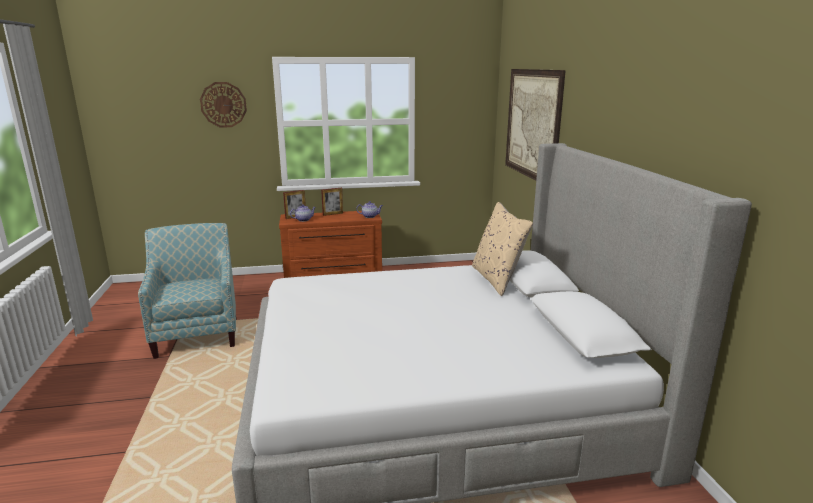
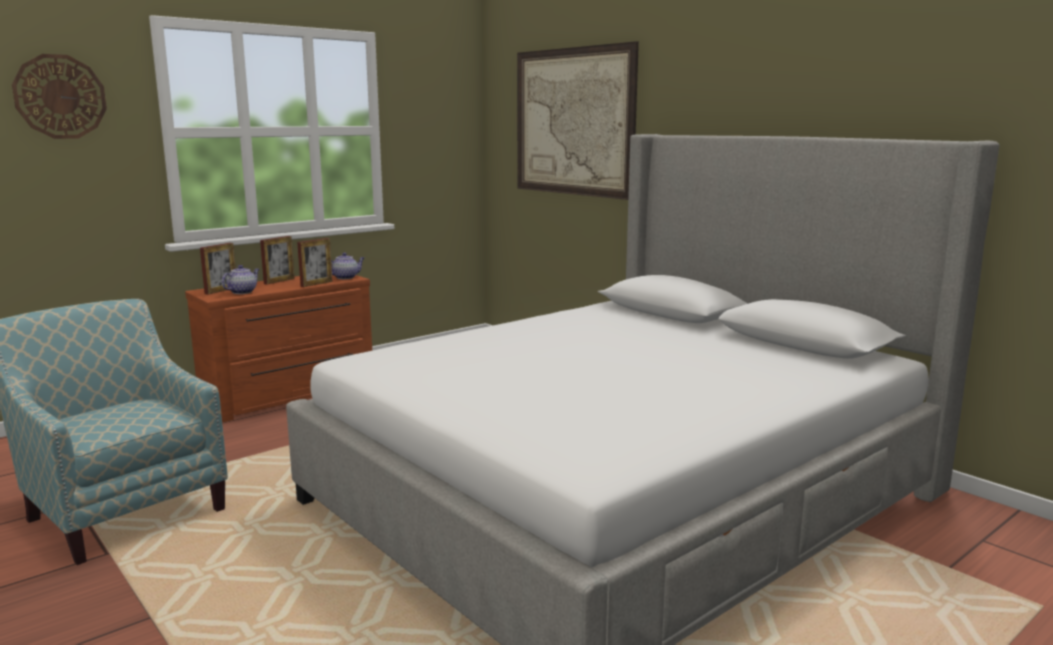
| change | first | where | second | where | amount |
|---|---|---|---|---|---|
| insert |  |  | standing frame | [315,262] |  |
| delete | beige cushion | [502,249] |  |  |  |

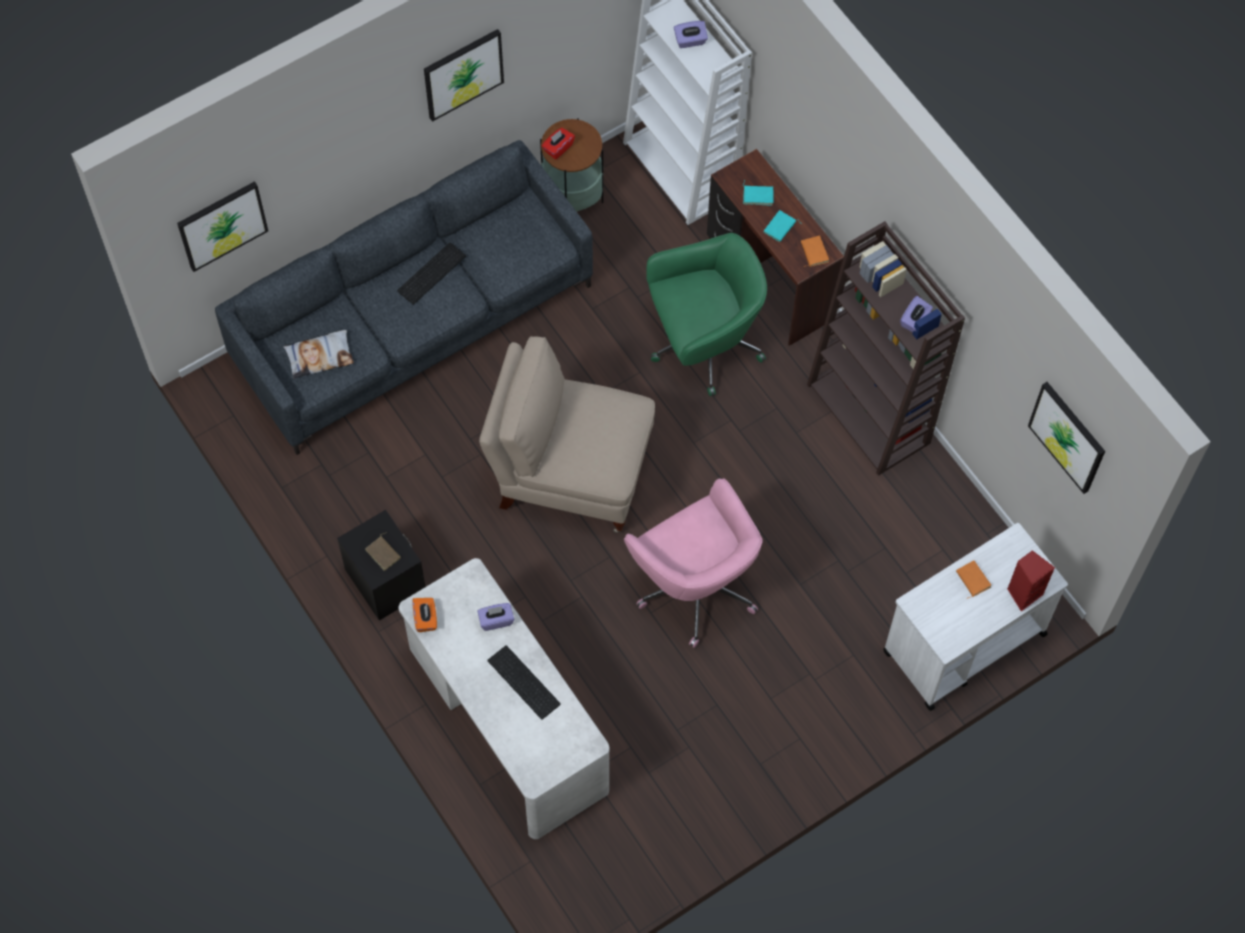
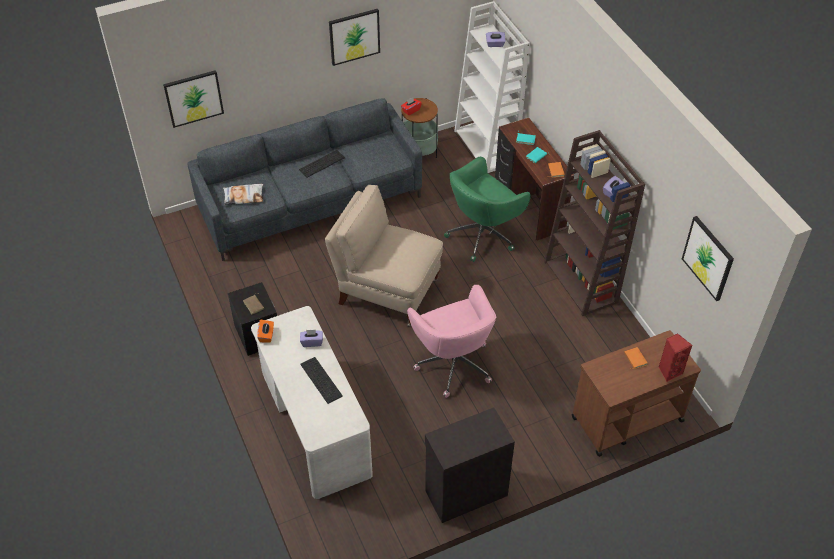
| change | first | where | second | where | amount |
|---|---|---|---|---|---|
| insert |  |  | black-coloured storage cabinet | [470,465] |  |
| rotate | green-coloured office chair | [706,314] |  | [487,209] | 150 degrees clockwise |
| recolor | whitish cart | [975,617] | brown-coloured cart | [636,393] |  |

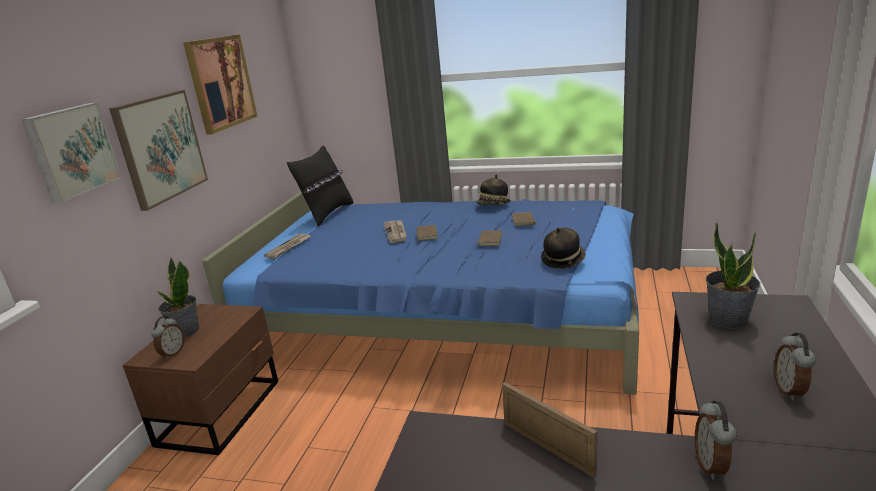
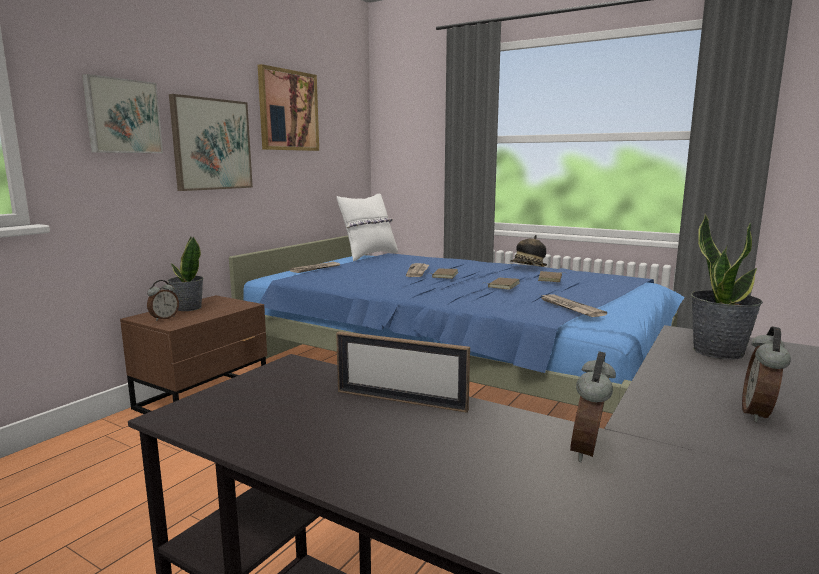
| change | first | where | second | where | amount |
|---|---|---|---|---|---|
| rotate | standing frame | [549,430] |  | [403,372] | 135 degrees clockwise |
| recolor | black-coloured cushion | [320,186] | whitish cushion | [367,227] |  |
| replace | wearable hat | [563,248] | printed paper | [574,305] |  |

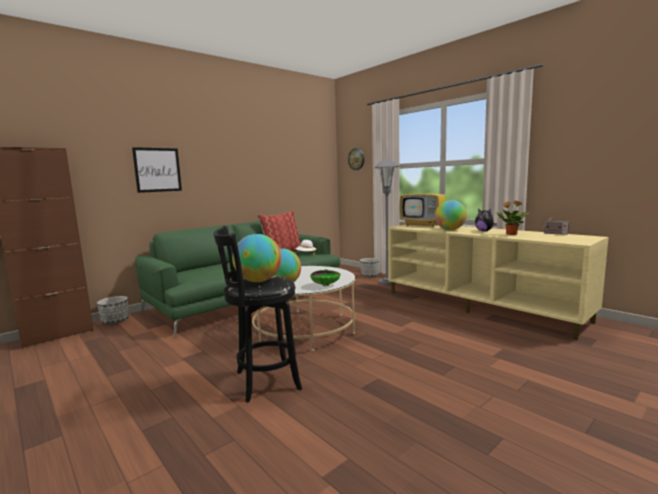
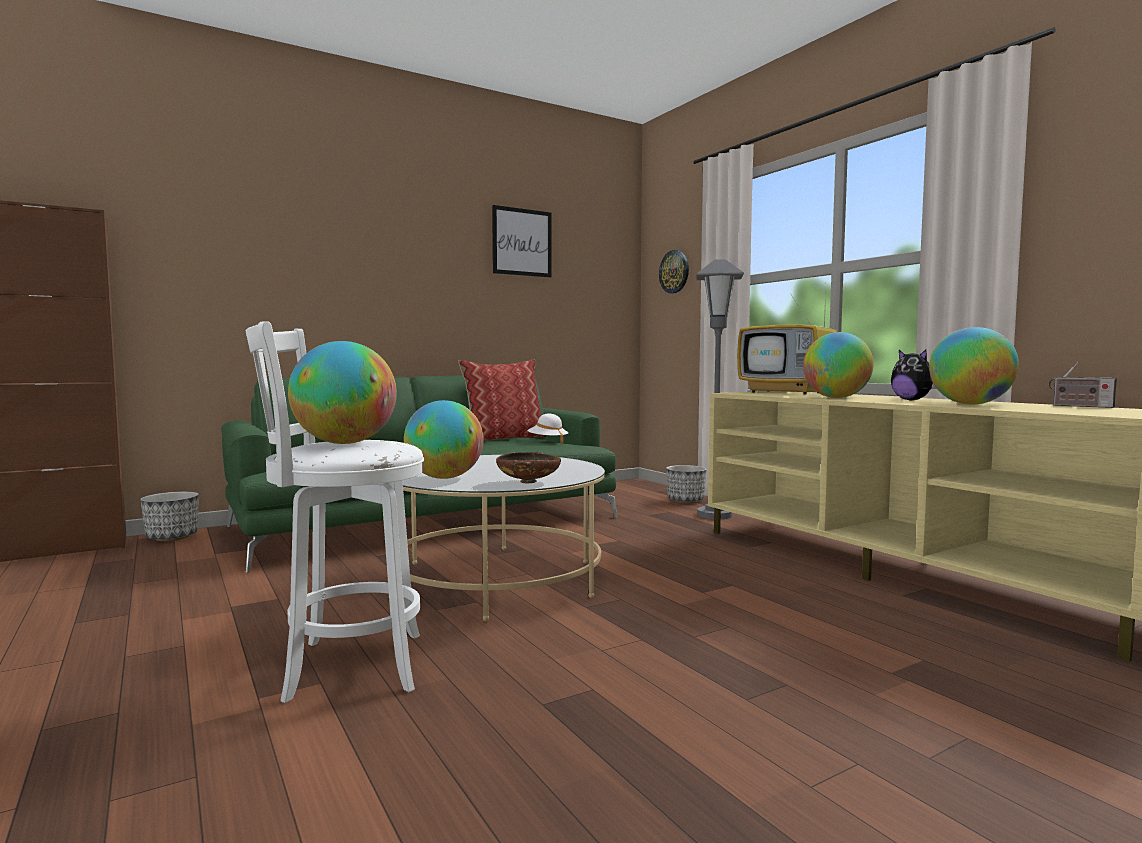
| change | first | where | second | where | amount |
|---|---|---|---|---|---|
| recolor | black-coloured sitting stool | [257,314] | whitish sitting stool | [335,512] |  |
| move | picture | [157,170] |  | [522,241] |  |
| recolor | green-coloured bowl | [325,277] | brown-coloured bowl | [528,467] |  |
| replace | potted plant | [512,218] | world globe | [974,365] |  |

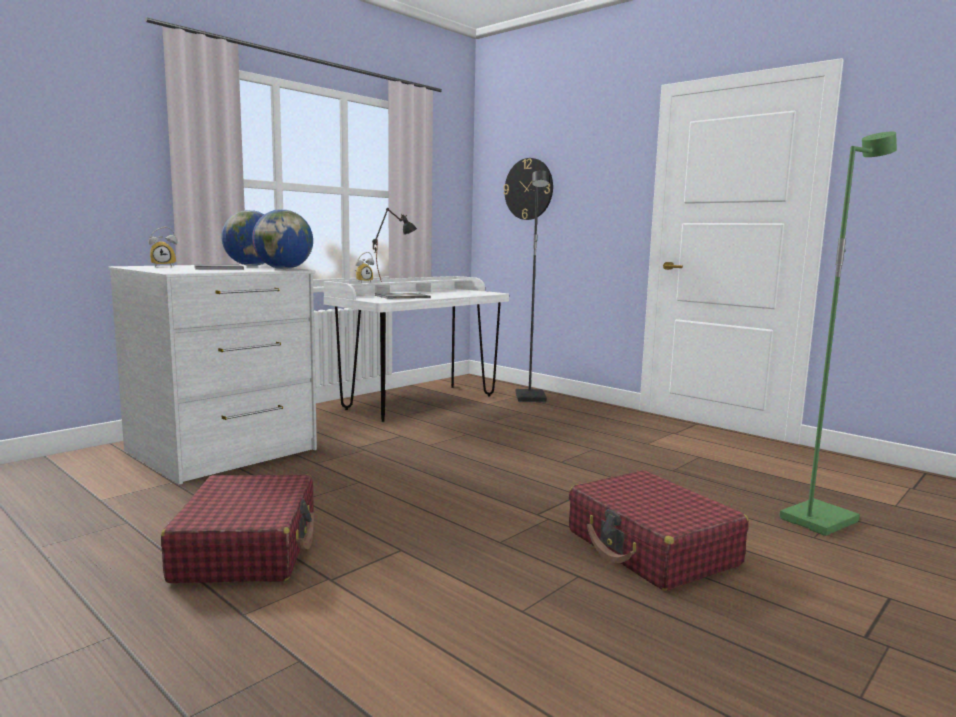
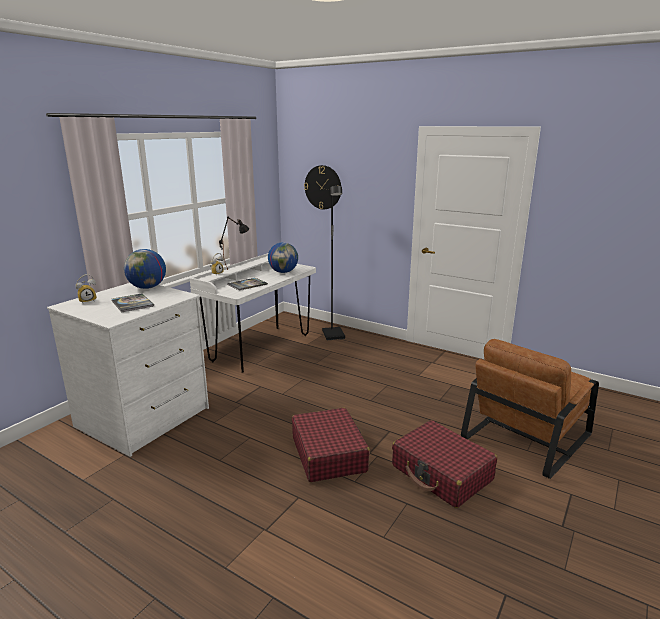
| change | first | where | second | where | amount |
|---|---|---|---|---|---|
| move | world globe | [282,239] |  | [283,257] |  |
| move | red-coloured suitcase | [237,528] |  | [331,445] |  |
| replace | green-coloured standing lamp | [838,334] | brown-coloured armchair | [530,409] |  |

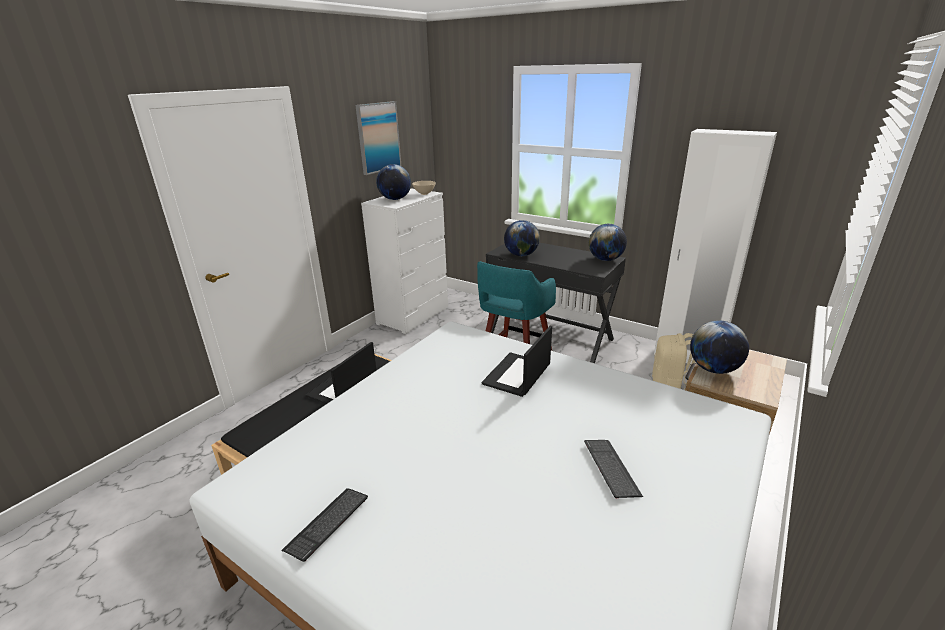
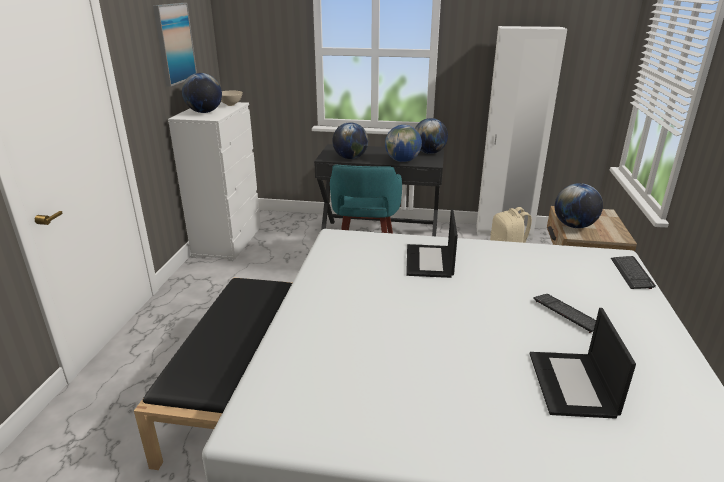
| change | first | where | second | where | amount |
|---|---|---|---|---|---|
| insert |  |  | world globe | [403,143] |  |
| move | laptop | [341,373] |  | [583,363] |  |
| move | keyboard | [324,525] |  | [633,272] |  |

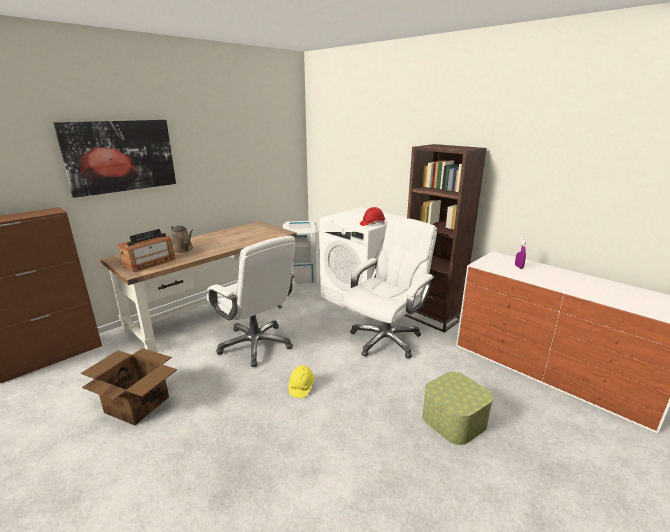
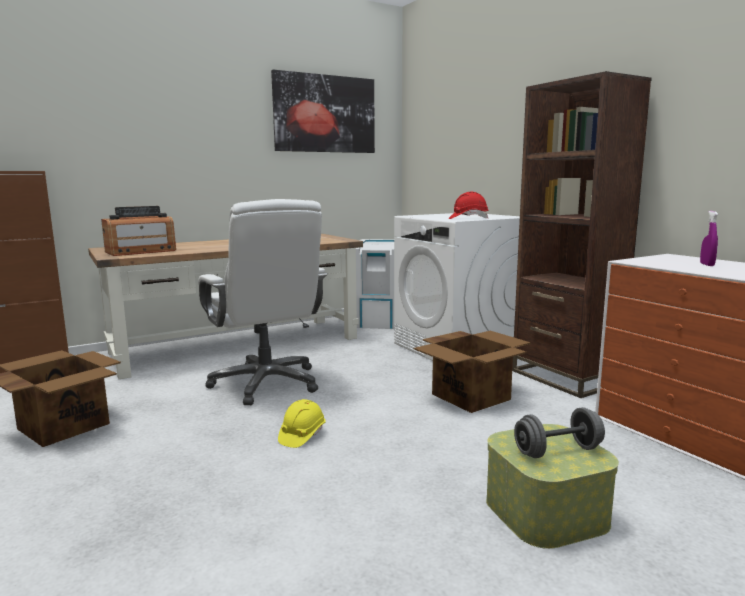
| change | first | where | second | where | amount |
|---|---|---|---|---|---|
| move | picture | [114,159] |  | [323,111] |  |
| replace | whitish office chair | [390,288] | packing box | [472,372] |  |
| insert |  |  | greyish dumbbell | [559,432] |  |
| delete | brown-coloured watering pot | [182,239] |  |  |  |

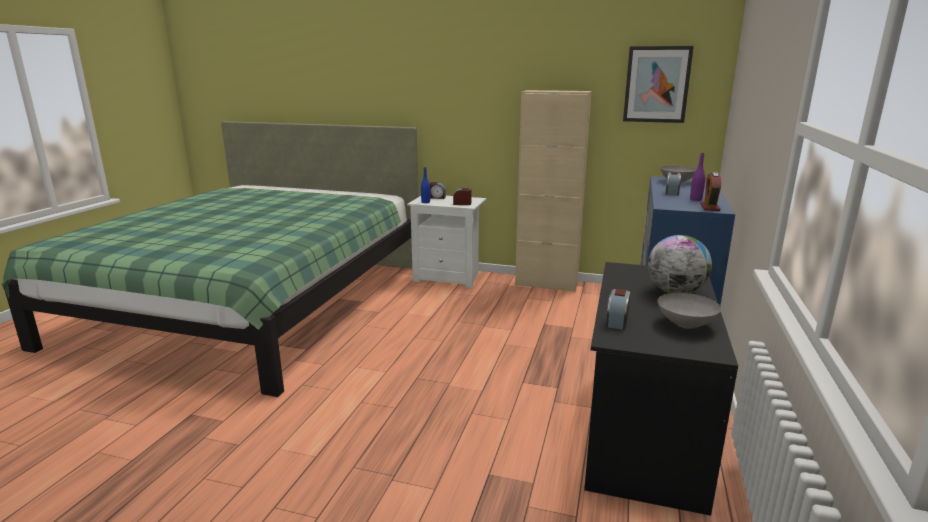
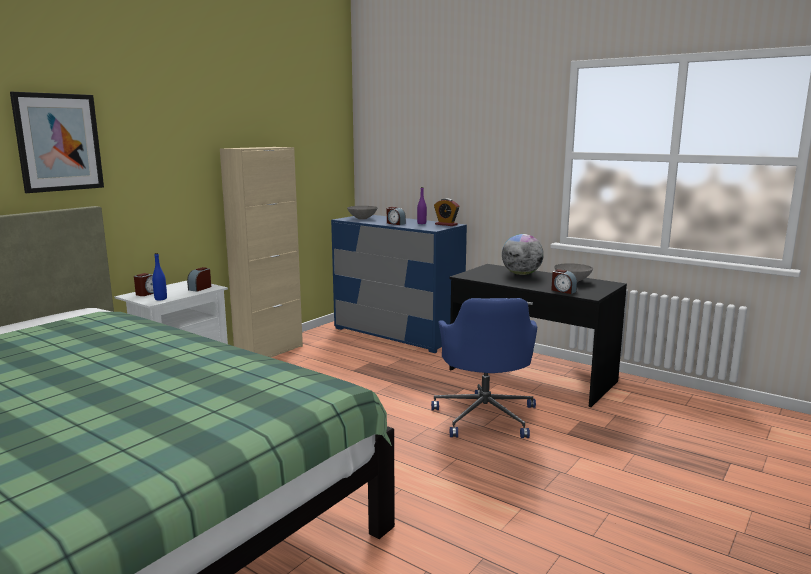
| change | first | where | second | where | amount |
|---|---|---|---|---|---|
| move | picture | [658,84] |  | [57,142] |  |
| insert |  |  | blue-coloured office chair | [484,368] |  |

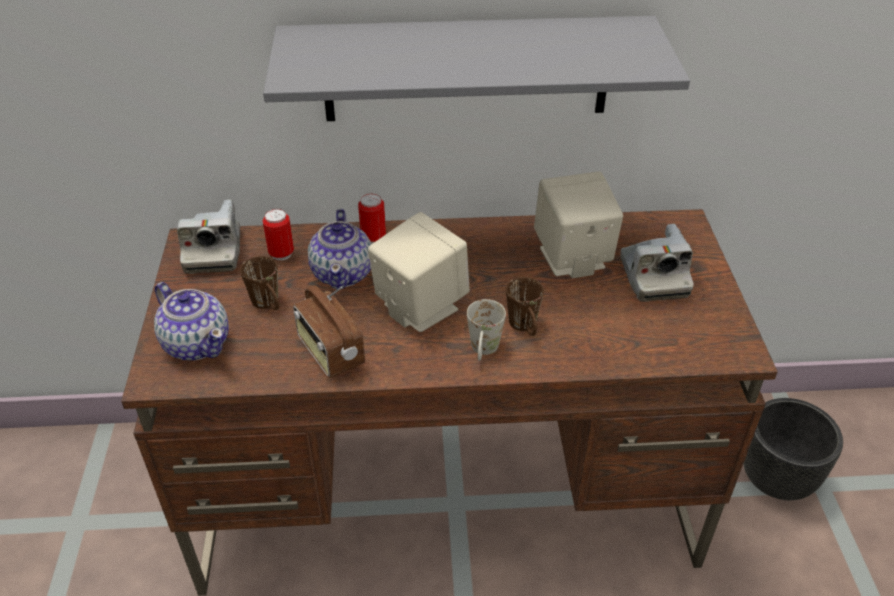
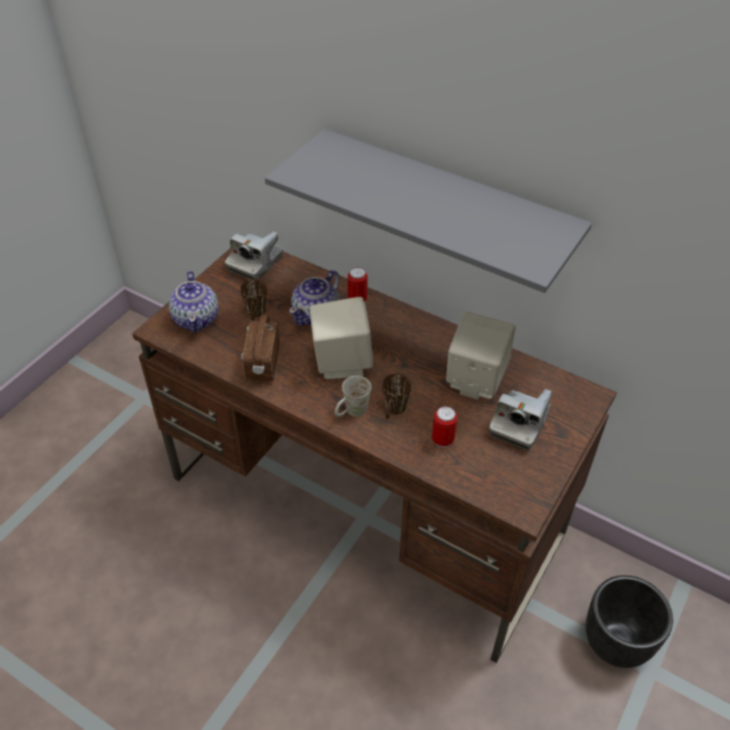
| change | first | where | second | where | amount |
|---|---|---|---|---|---|
| move | sealed can | [278,234] |  | [445,426] |  |

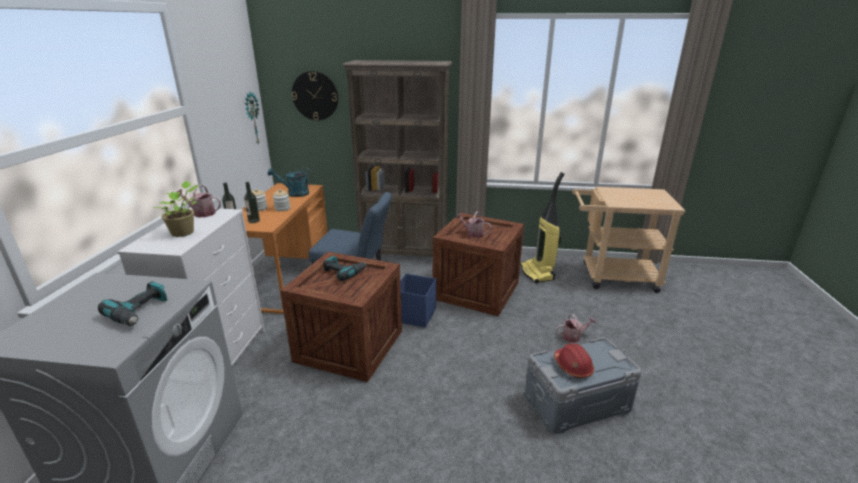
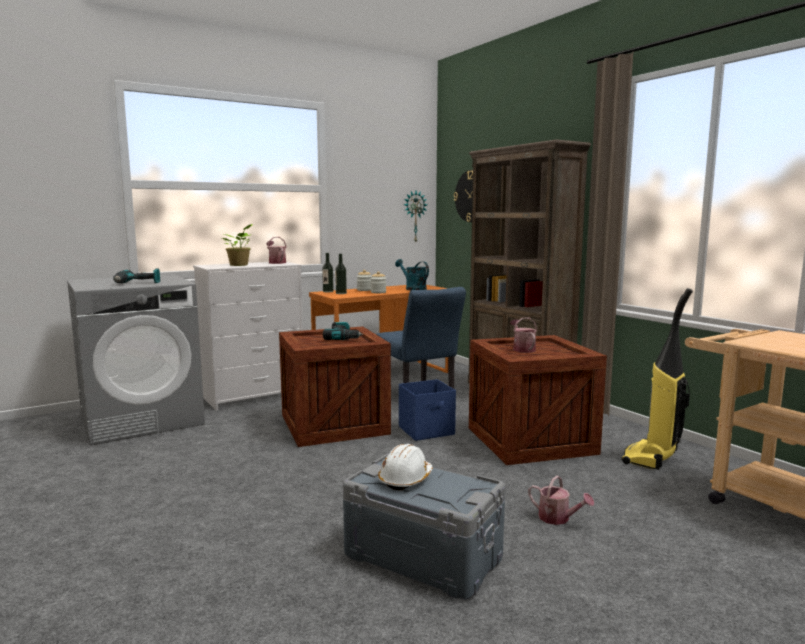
| change | first | where | second | where | amount |
|---|---|---|---|---|---|
| recolor | red-coloured hard hat | [574,361] | whitish hard hat | [405,467] |  |

